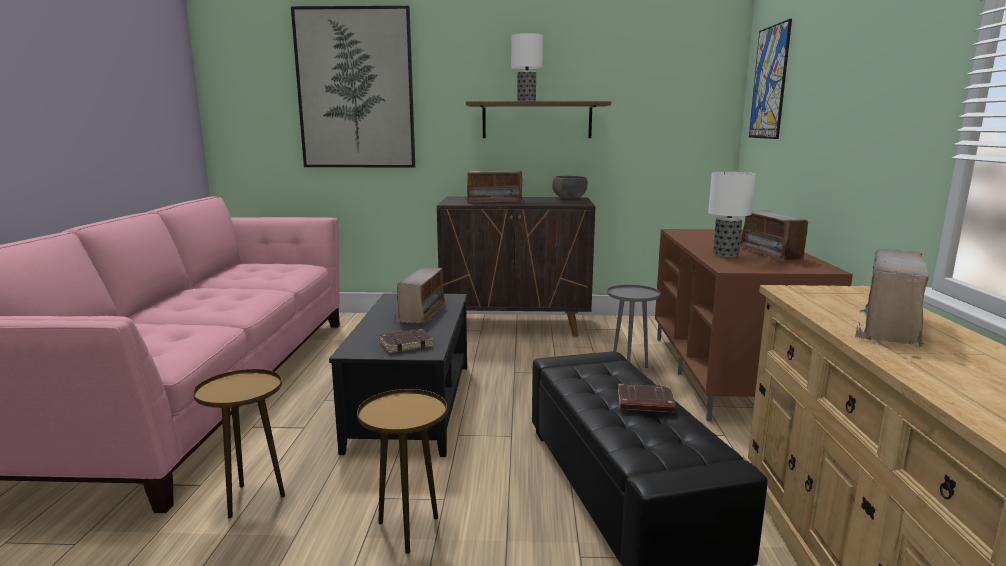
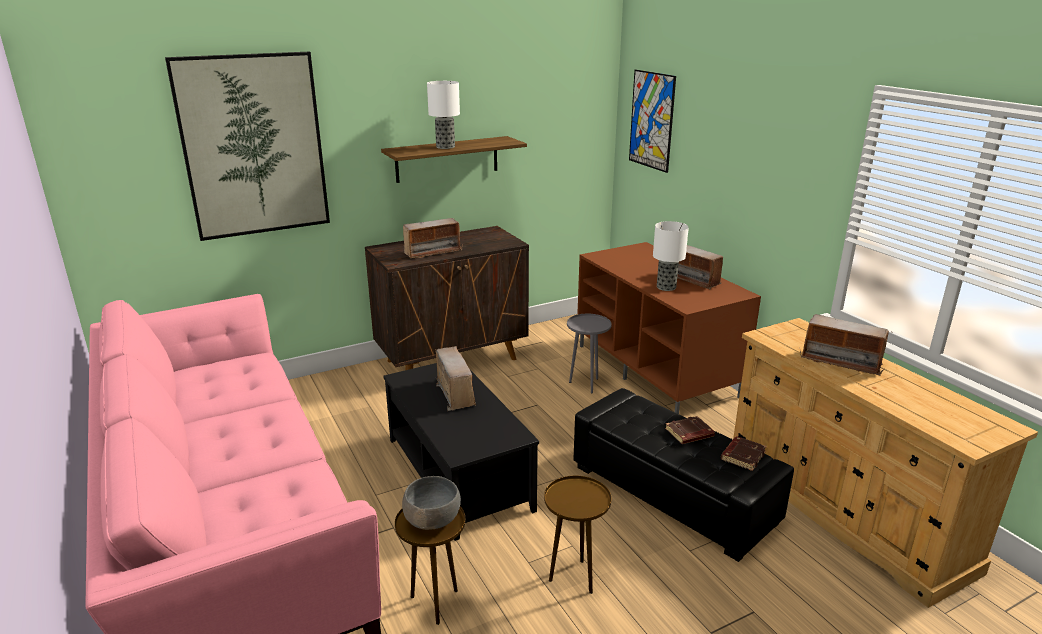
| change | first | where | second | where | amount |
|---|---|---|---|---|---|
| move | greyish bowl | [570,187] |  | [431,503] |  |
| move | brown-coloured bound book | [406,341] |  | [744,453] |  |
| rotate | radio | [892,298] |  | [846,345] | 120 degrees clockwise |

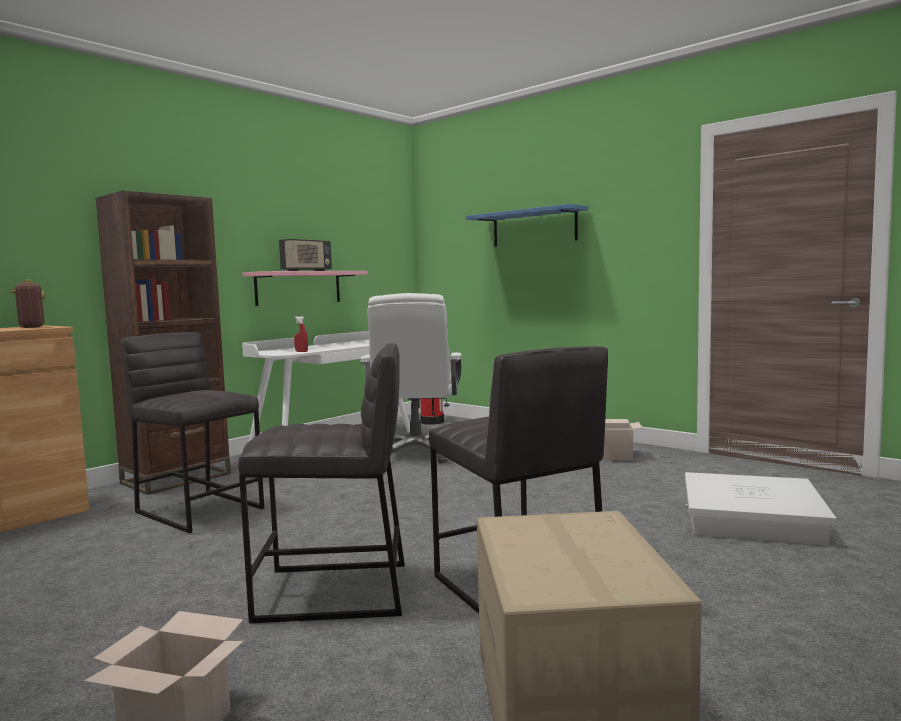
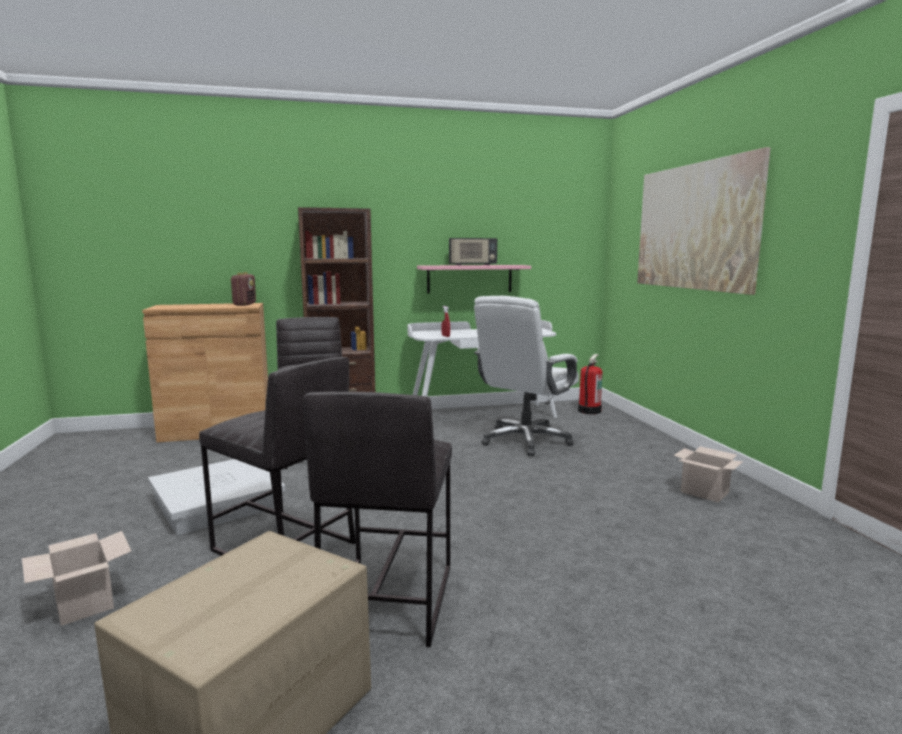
| change | first | where | second | where | amount |
|---|---|---|---|---|---|
| move | whitish storage container | [760,509] |  | [217,497] |  |
| replace | blue-coloured wall shelf | [527,225] | picture | [704,221] |  |

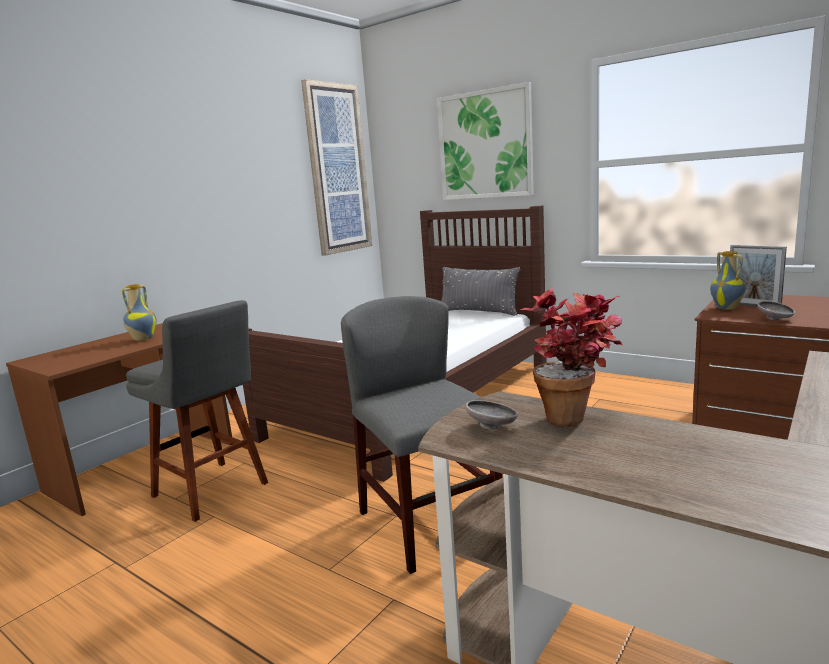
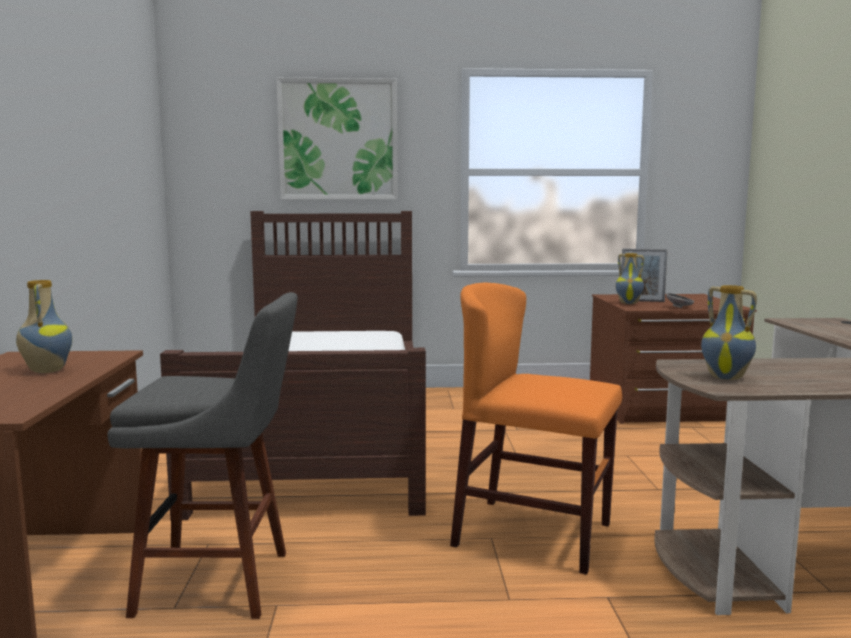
| change | first | where | second | where | amount |
|---|---|---|---|---|---|
| recolor | greyish plain chair | [421,435] | orangey plain chair | [536,429] |  |
| replace | greyish bowl | [491,415] | vase | [729,332] |  |
| delete | picture | [336,167] |  |  |  |
| delete | greyish cushion | [480,291] |  |  |  |
| delete | potted plant | [572,357] |  |  |  |

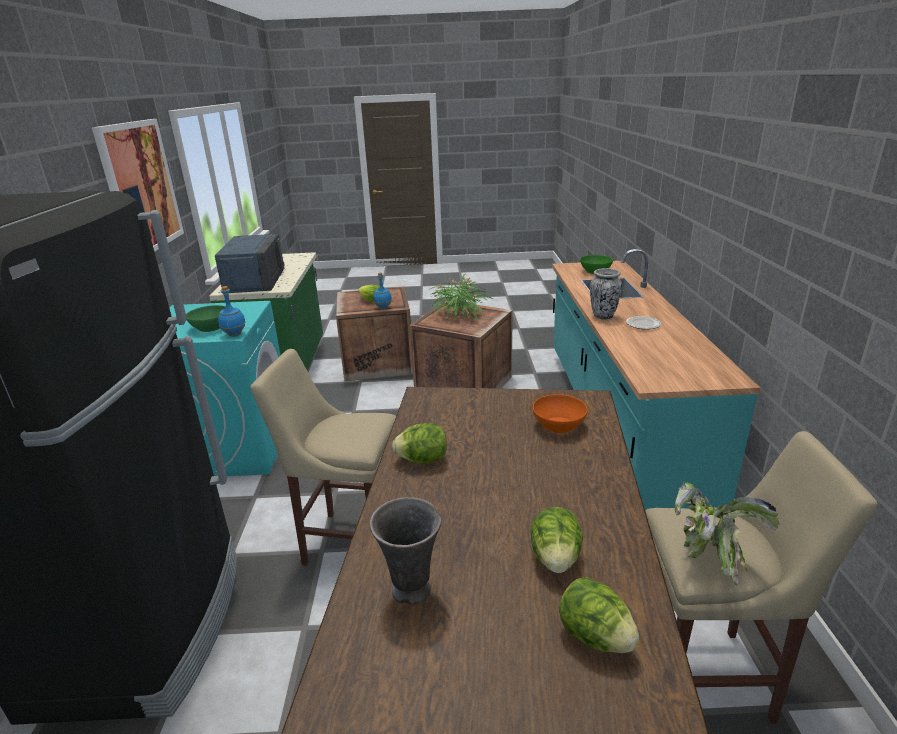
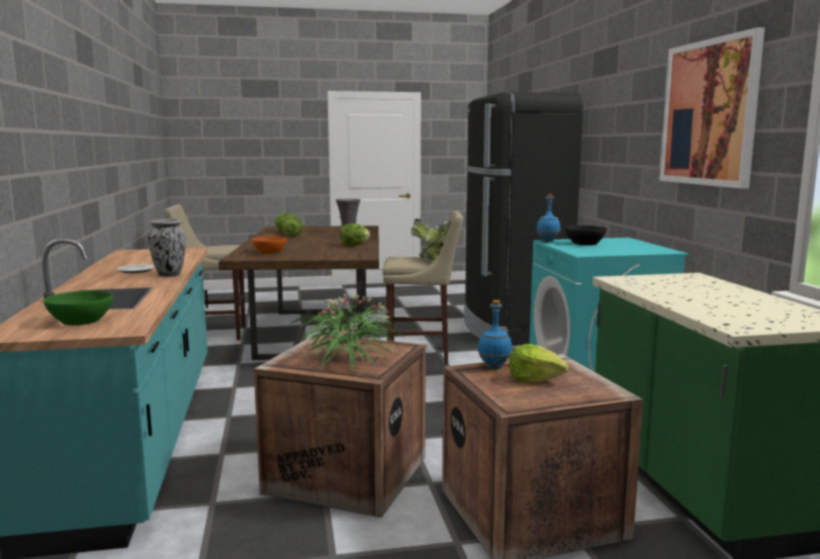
| change | first | where | second | where | amount |
|---|---|---|---|---|---|
| move | potted plant | [727,534] |  | [431,239] |  |
| recolor | green-coloured bowl | [206,318] | black-coloured bowl | [586,235] |  |
| delete | blue-coloured kitchen microwave | [249,263] |  |  |  |

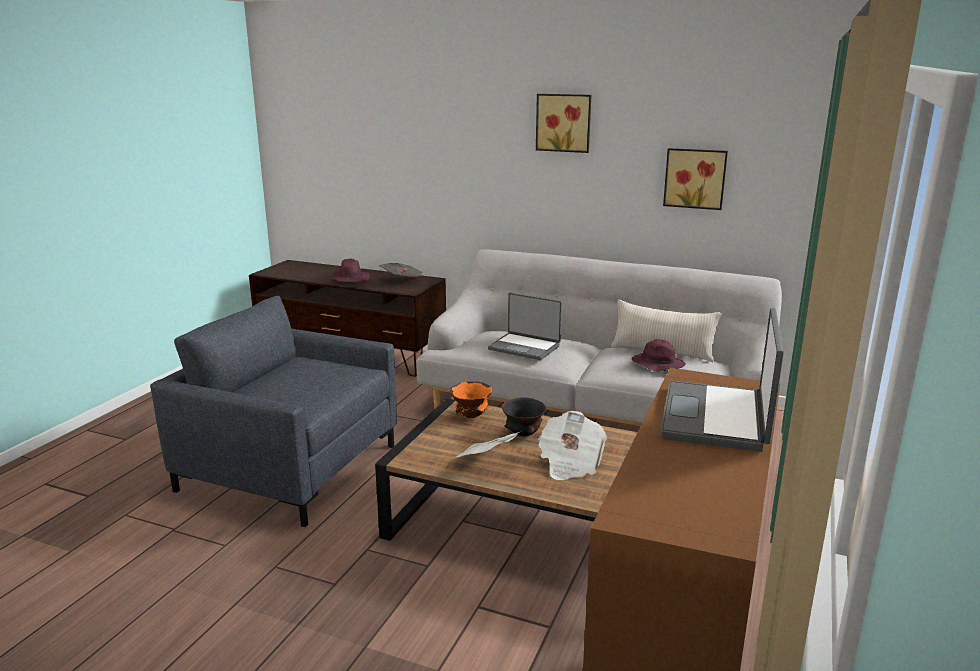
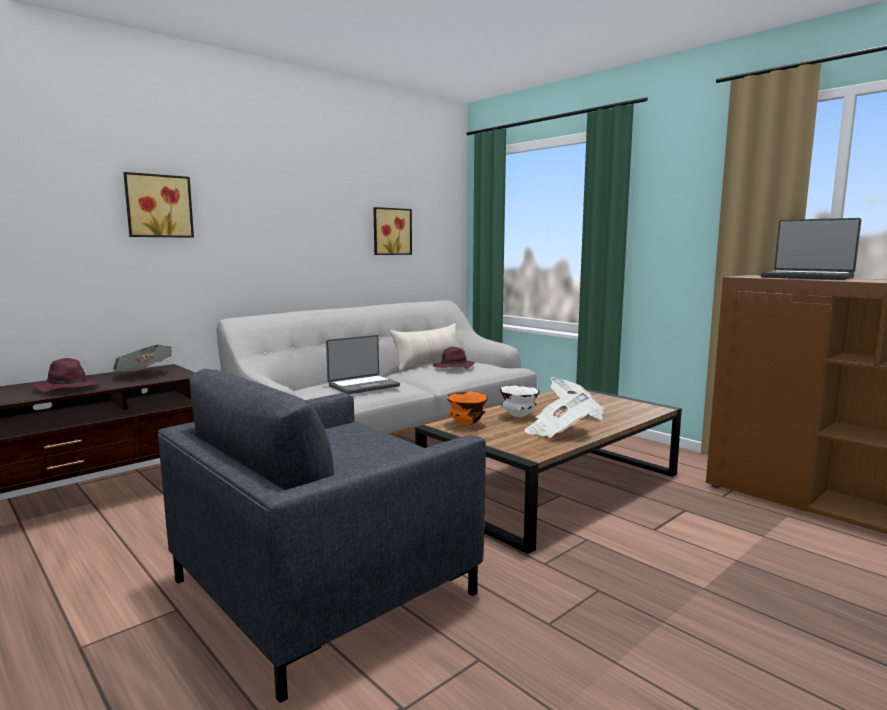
| change | first | where | second | where | amount |
|---|---|---|---|---|---|
| move | picture | [563,123] |  | [158,205] |  |
| recolor | black-coloured bowl | [524,416] | whitish bowl | [520,401] |  |

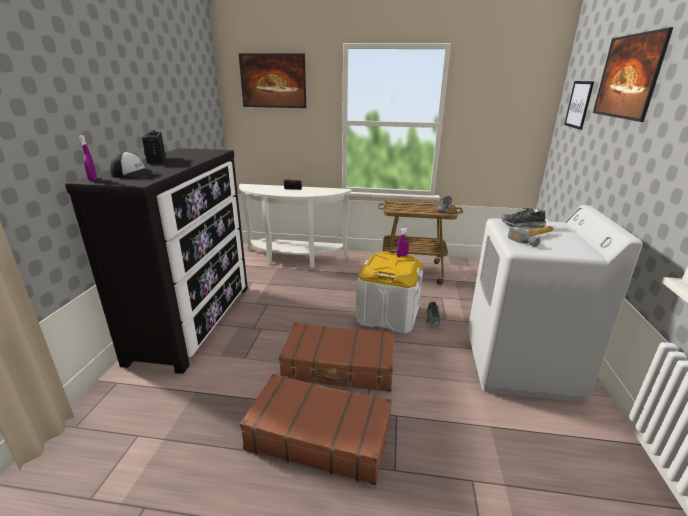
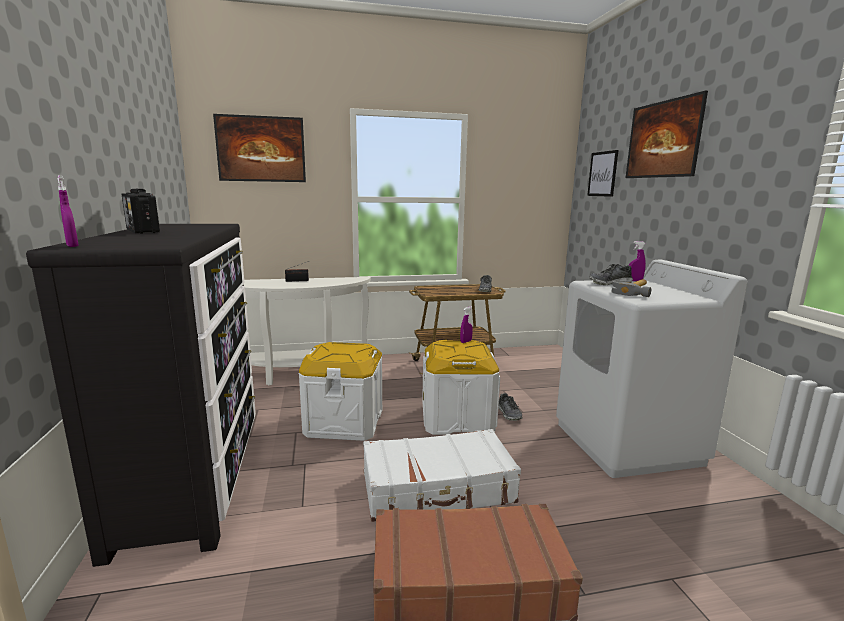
| change | first | where | second | where | amount |
|---|---|---|---|---|---|
| insert |  |  | whitish storage container | [340,391] |  |
| recolor | brown-coloured suitcase | [337,357] | whitish suitcase | [442,475] |  |
| insert |  |  | purple-coloured spray bottle | [637,261] |  |
| delete | cap | [134,165] |  |  |  |

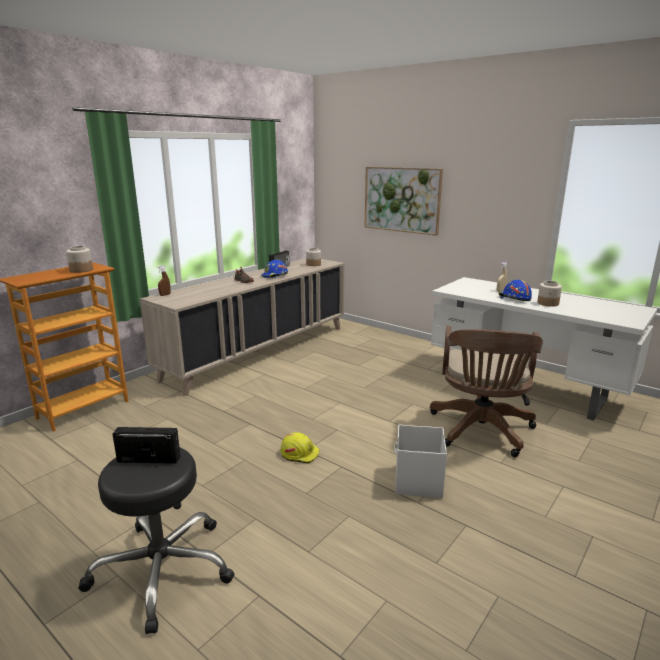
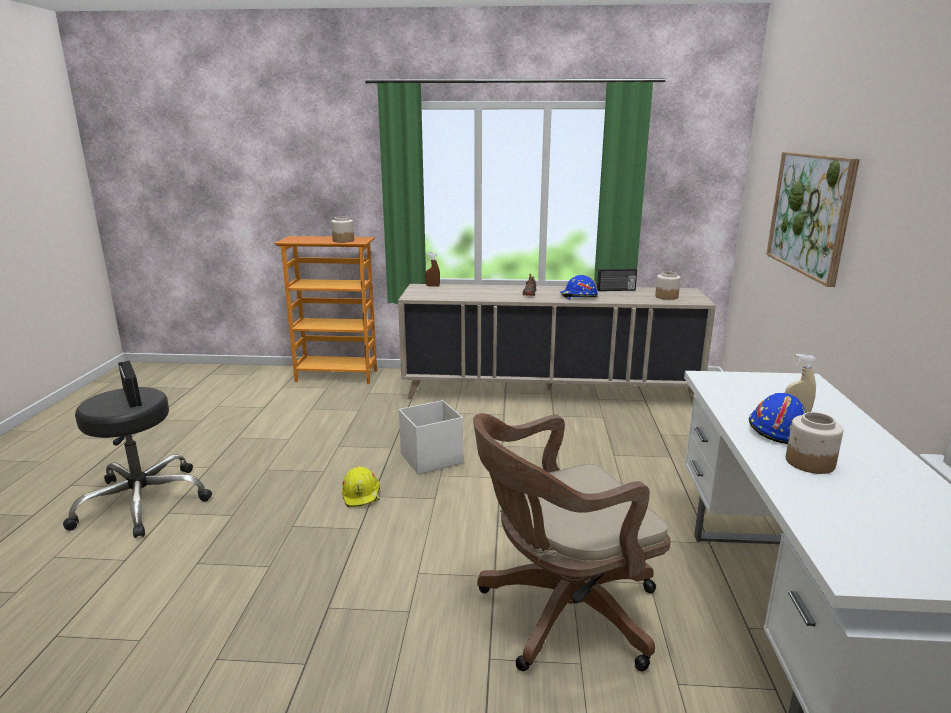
| change | first | where | second | where | amount |
|---|---|---|---|---|---|
| move | whitish storage container | [420,461] |  | [431,437] |  |

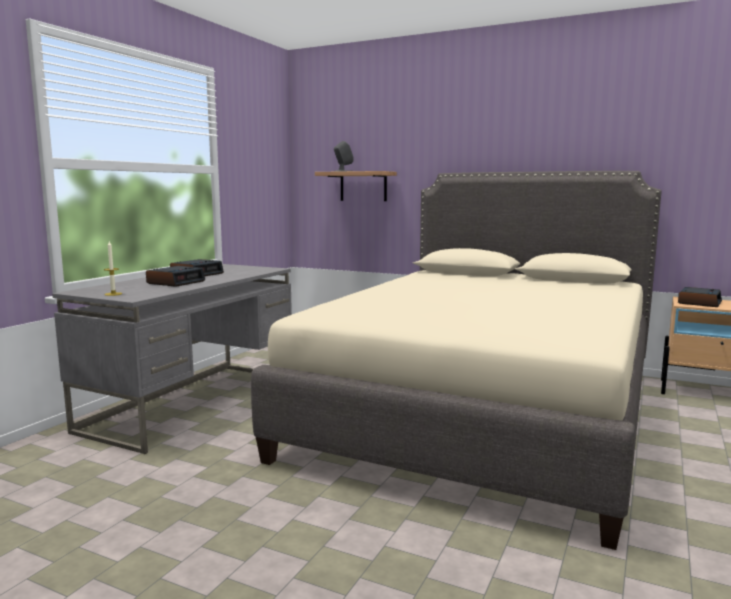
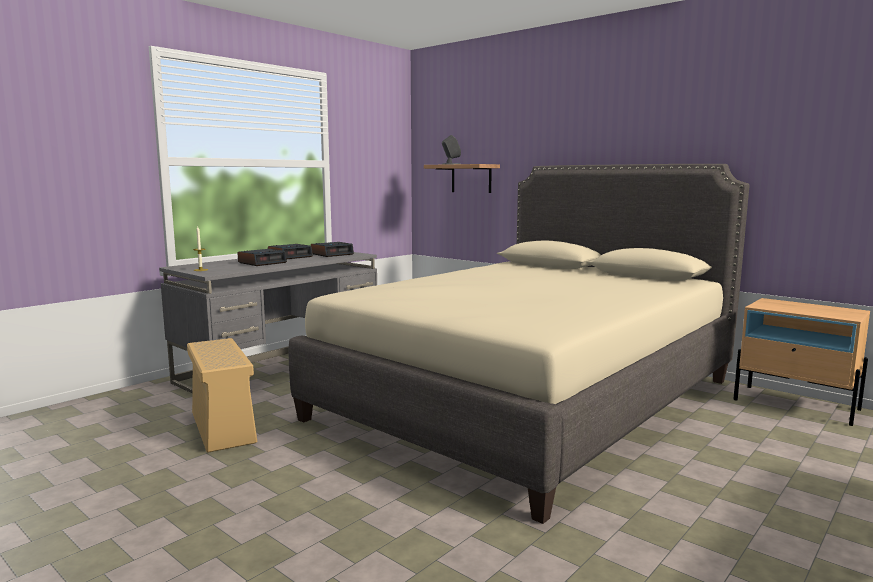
| change | first | where | second | where | amount |
|---|---|---|---|---|---|
| insert |  |  | beige storage container | [222,395] |  |
| move | bedside clock | [700,297] |  | [332,249] |  |

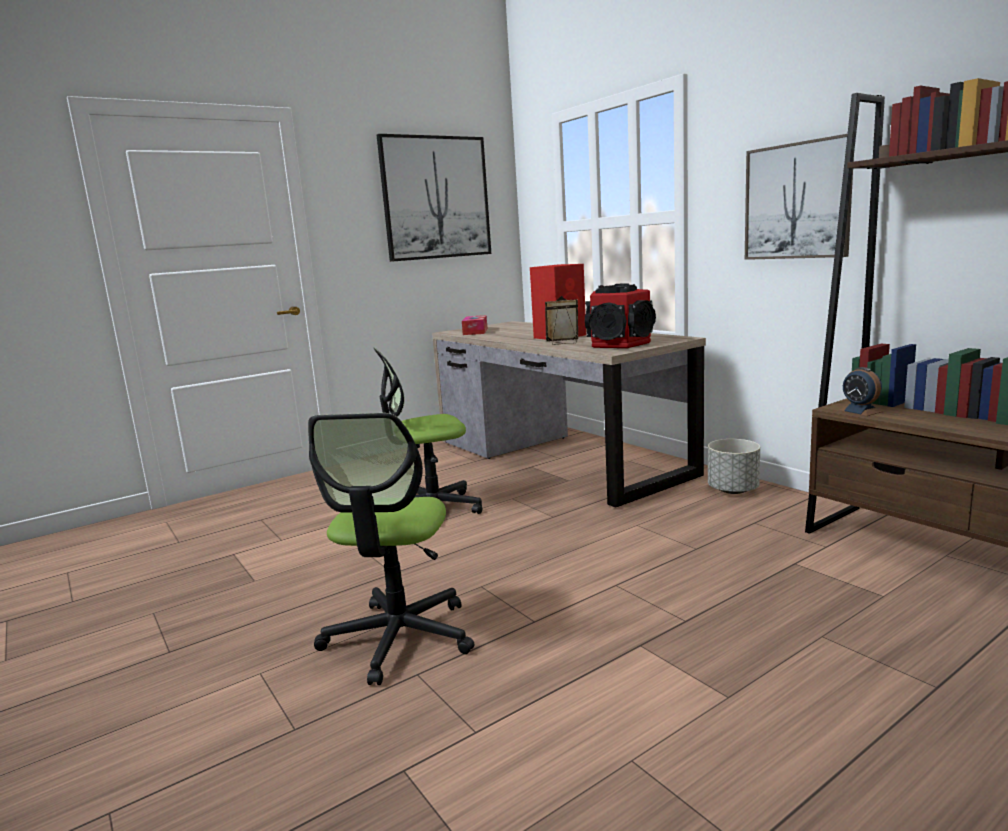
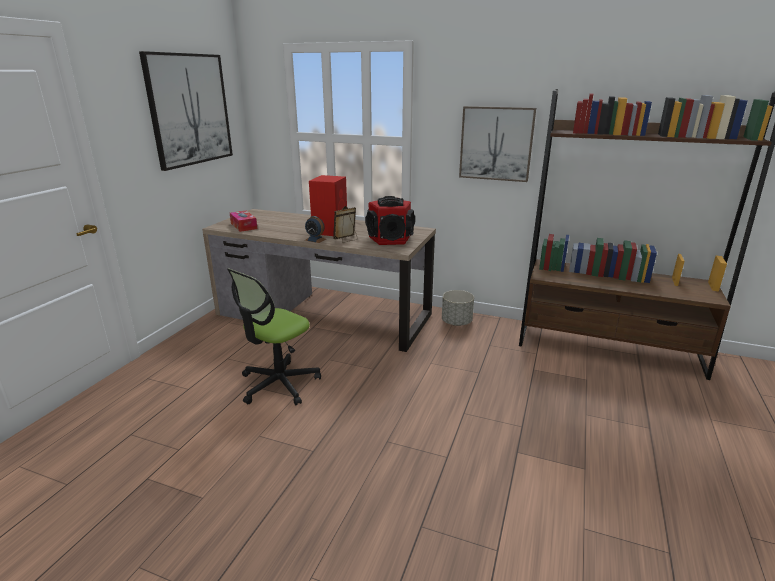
| change | first | where | second | where | amount |
|---|---|---|---|---|---|
| move | bedside clock | [861,391] |  | [315,229] |  |
| delete | office chair | [391,549] |  |  |  |

